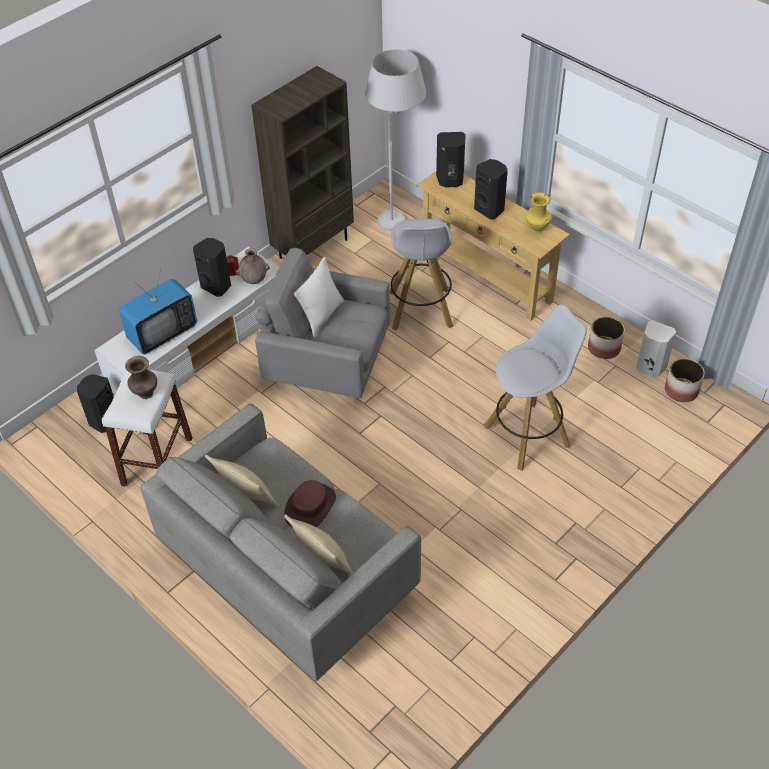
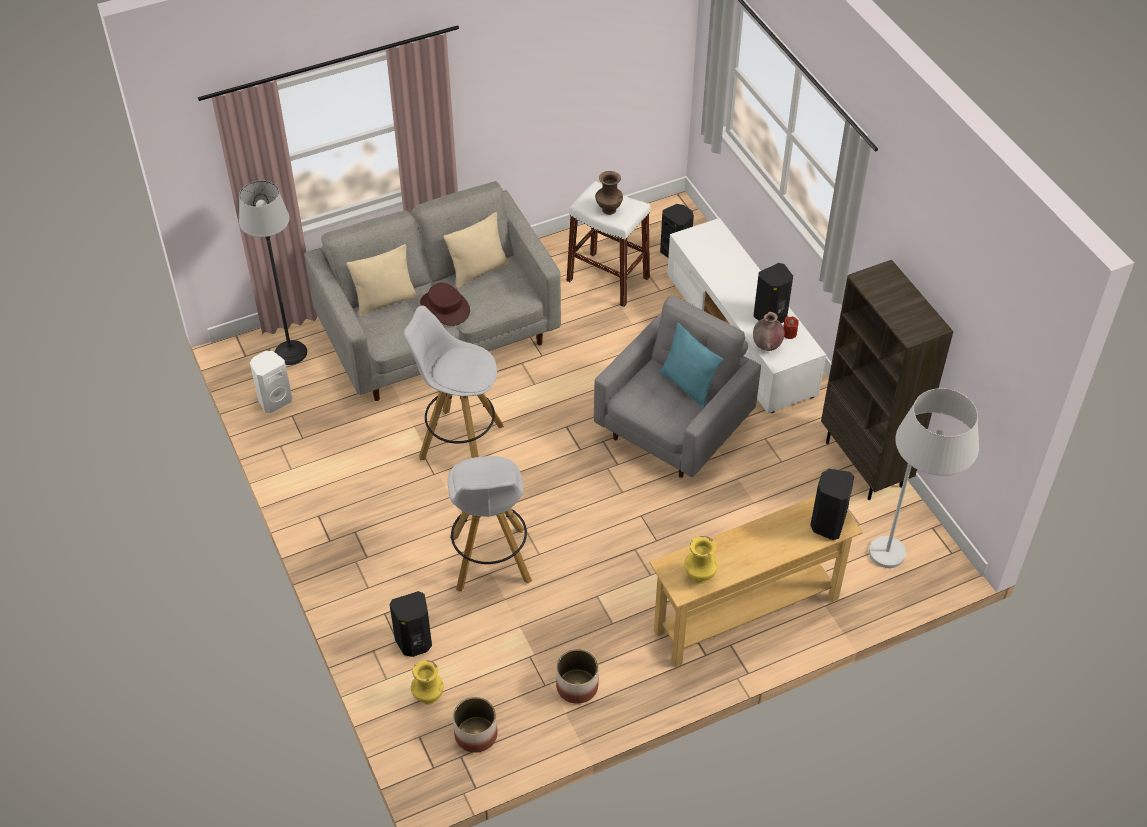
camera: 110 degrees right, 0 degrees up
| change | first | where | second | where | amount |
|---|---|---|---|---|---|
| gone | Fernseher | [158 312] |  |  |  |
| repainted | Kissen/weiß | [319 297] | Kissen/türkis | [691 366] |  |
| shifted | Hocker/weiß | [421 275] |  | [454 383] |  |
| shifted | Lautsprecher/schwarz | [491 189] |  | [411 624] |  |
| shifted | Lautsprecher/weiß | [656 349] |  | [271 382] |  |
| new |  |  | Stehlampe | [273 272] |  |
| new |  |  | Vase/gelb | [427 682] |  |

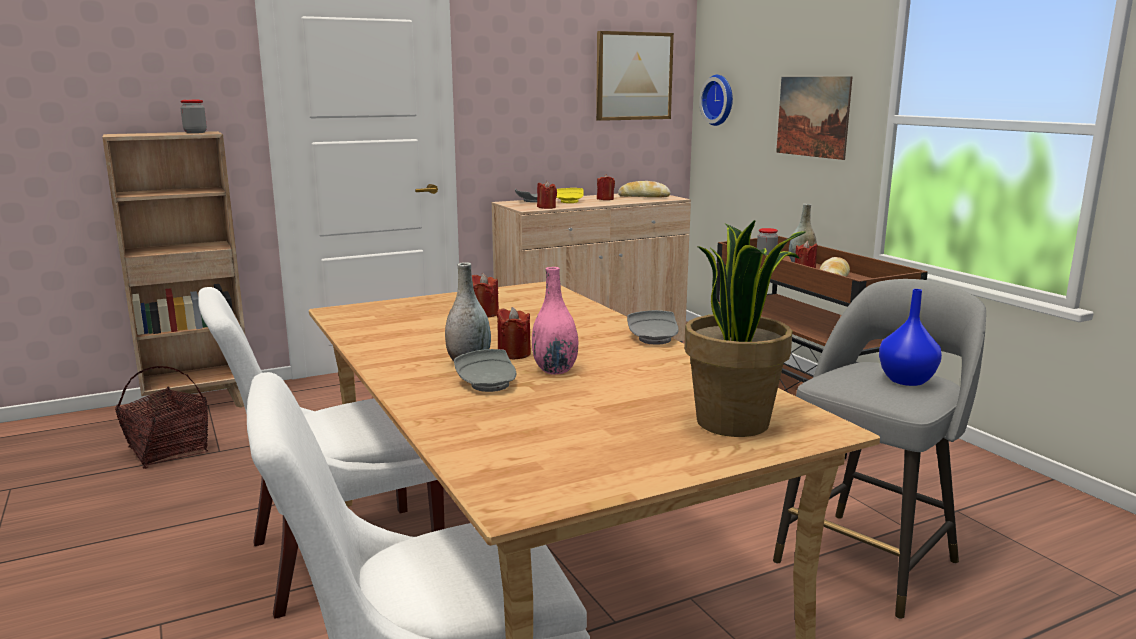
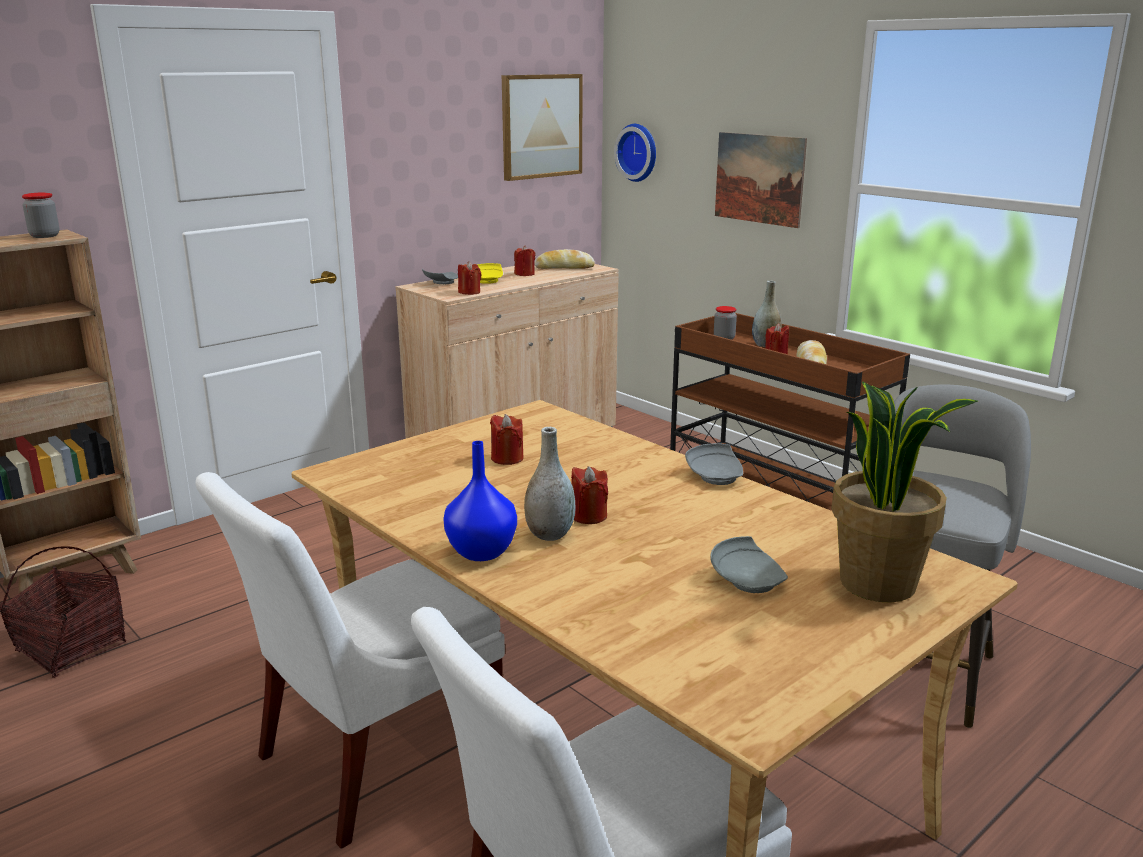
camera: 15 degrees left, 5 degrees up
| change | first | where | second | where | amount |
|---|---|---|---|---|---|
| shifted | Teller/grau | [485 370] |  | [749 564] |  |
| gone | Vase/rosa | [555 320] |  |  |  |
| shifted | Vase/blau | [910 337] |  | [480 501] |  |

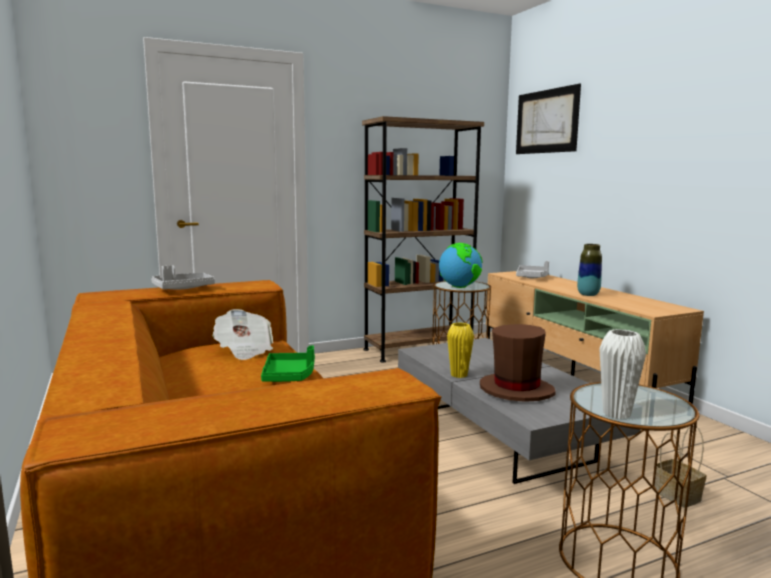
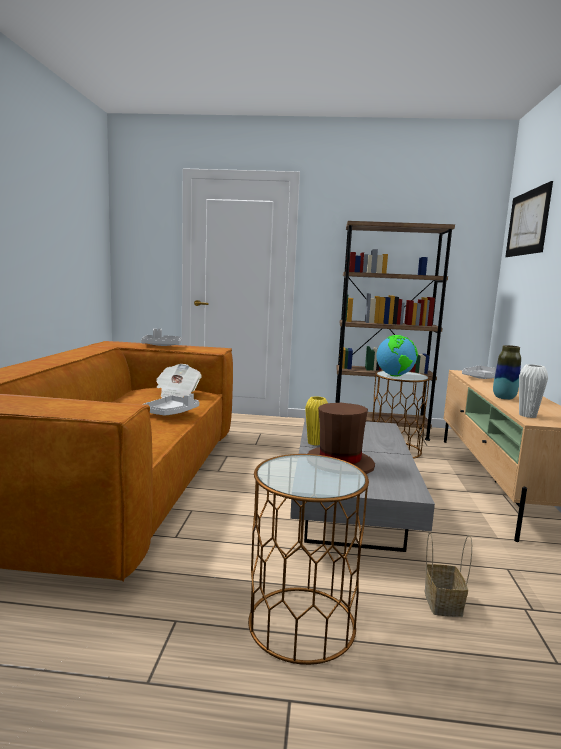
camera: 30 degrees right, 0 degrees up
| change | first | where | second | where | amount |
|---|---|---|---|---|---|
| repainted | Tablett/grün | [288 363] | Tablett/grau | [171 404] |  |
| shifted | Vase/weiß | [622 374] |  | [533 391] |  |

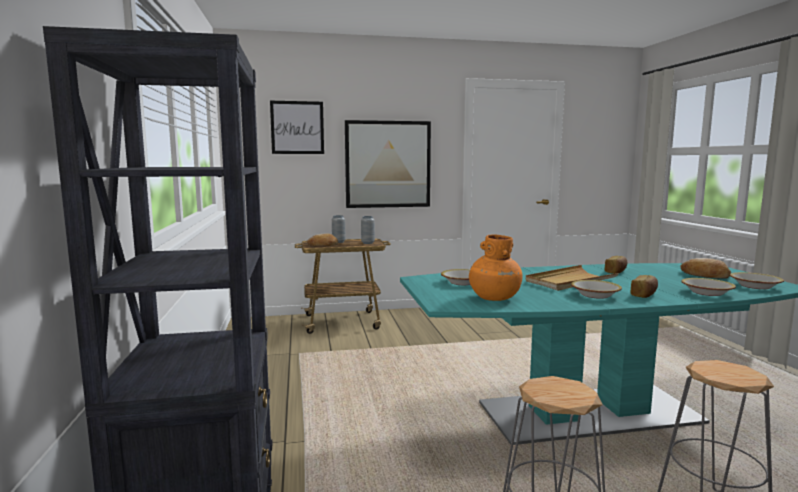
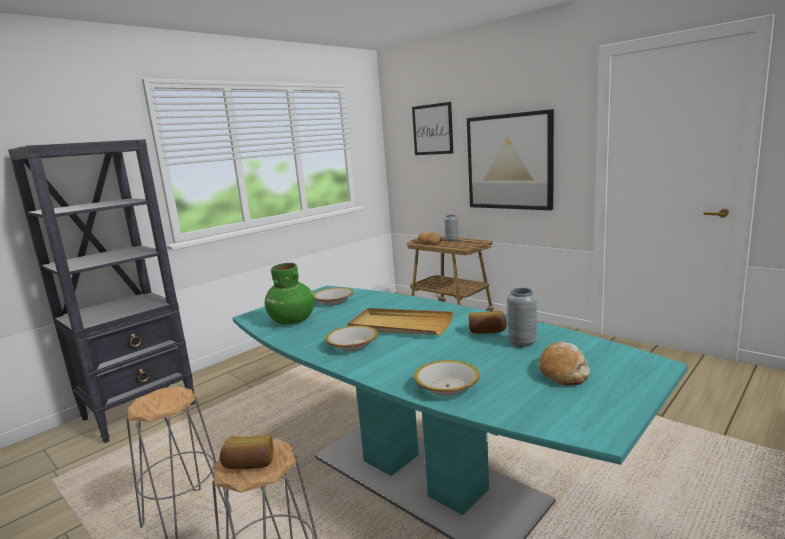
camera: 55 degrees right, 5 degrees up
| change | first | where | second | where | amount |
|---|---|---|---|---|---|
| shifted | Vase/grau | [368 230] |  | [522 317] |  |
| repainted | Vase/orange | [496 267] | Vase/grün | [289 293] |  |
| shifted | Brot | [644 286] |  | [247 452] |  |
| gone | Schüssel | [757 280] |  |  |  |

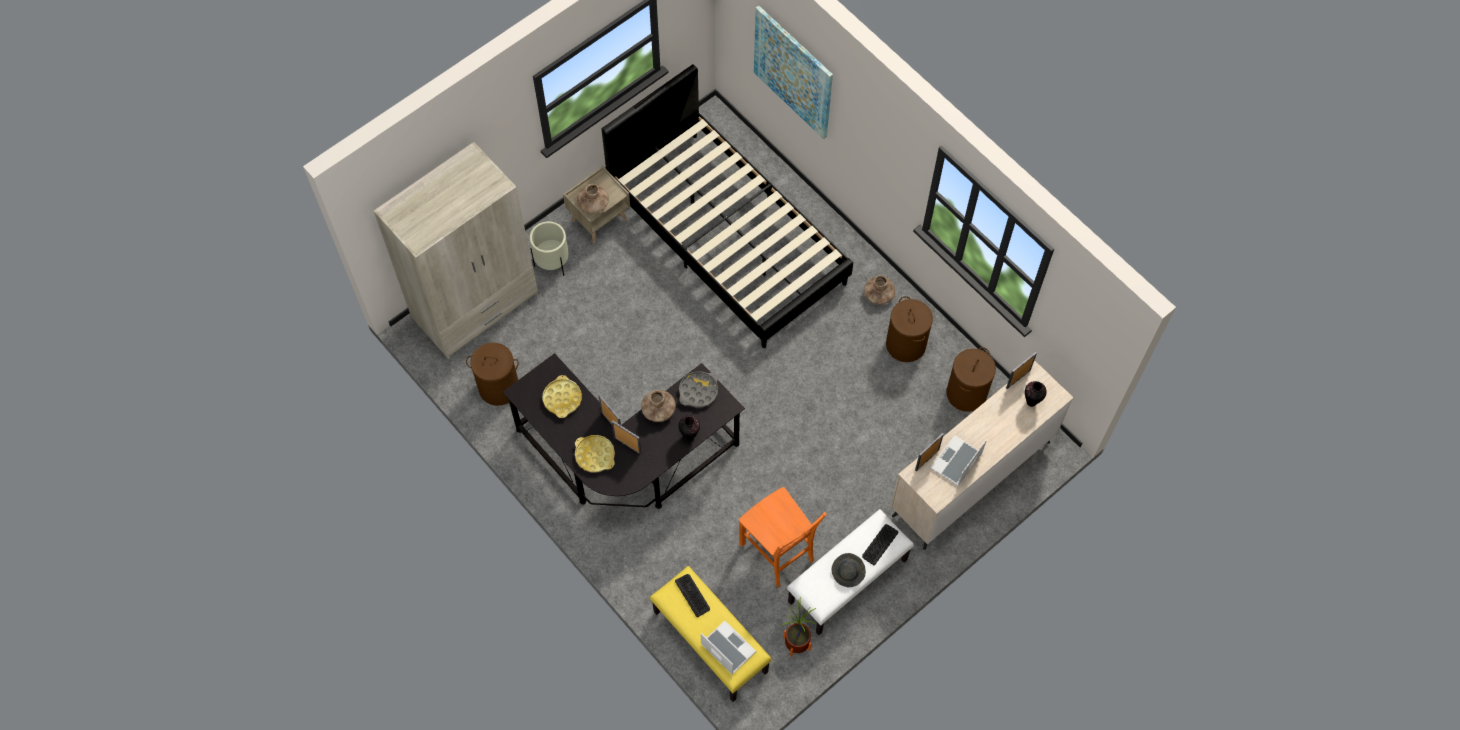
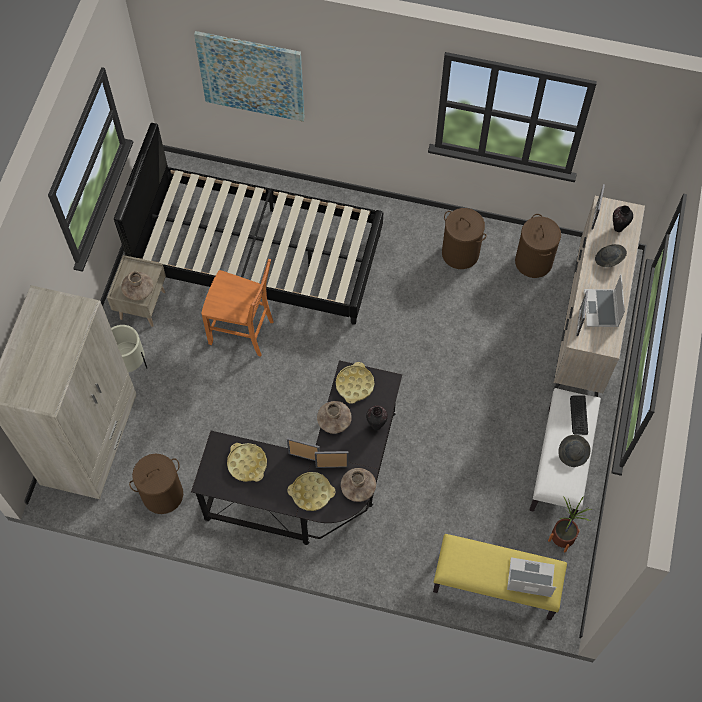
camera: 35 degrees left, 0 degrees up
| change | first | where | second | where | amount |
|---|---|---|---|---|---|
| gone | Tastatur | [692 595] |  |  |  |
| repainted | Tablett/grau | [698 389] | Tablett/gelb | [355 383] |  |
| shifted | Stuhl/orange | [782 537] |  | [237 307] |  |
| shifted | Vase/braun | [879 290] |  | [358 485] |  |
| new |  |  | Hut/grau | [611 255] |  |

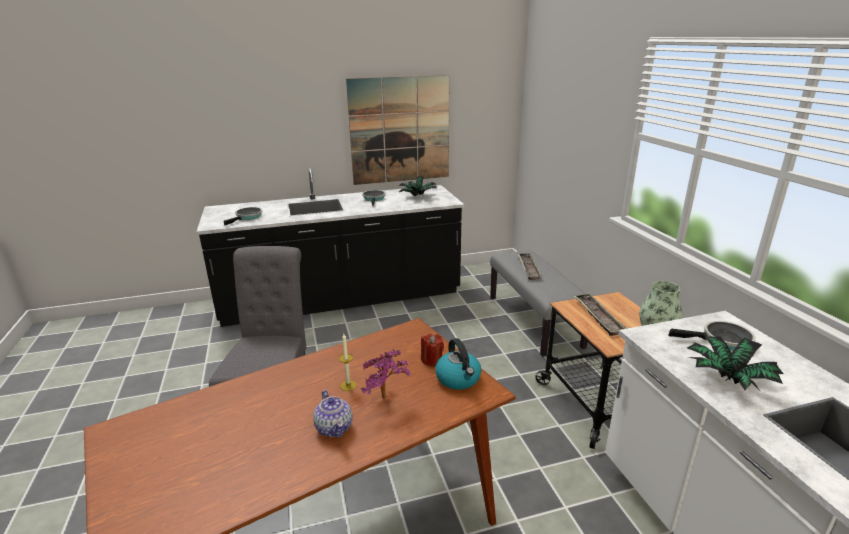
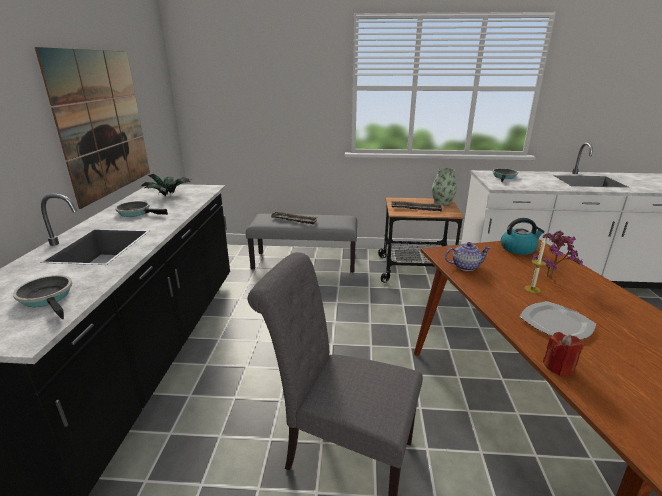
camera: 70 degrees left, 0 degrees up
| change | first | where | second | where | amount |
|---|---|---|---|---|---|
| shifted | Teekanne | [333 414] |  | [468 256] |  |
| shifted | Kerze/rot | [432 349] |  | [563 354] |  |
| gone | Topfpflanze | [735 364] |  |  |  |
| new |  |  | Teller | [558 320] |  |

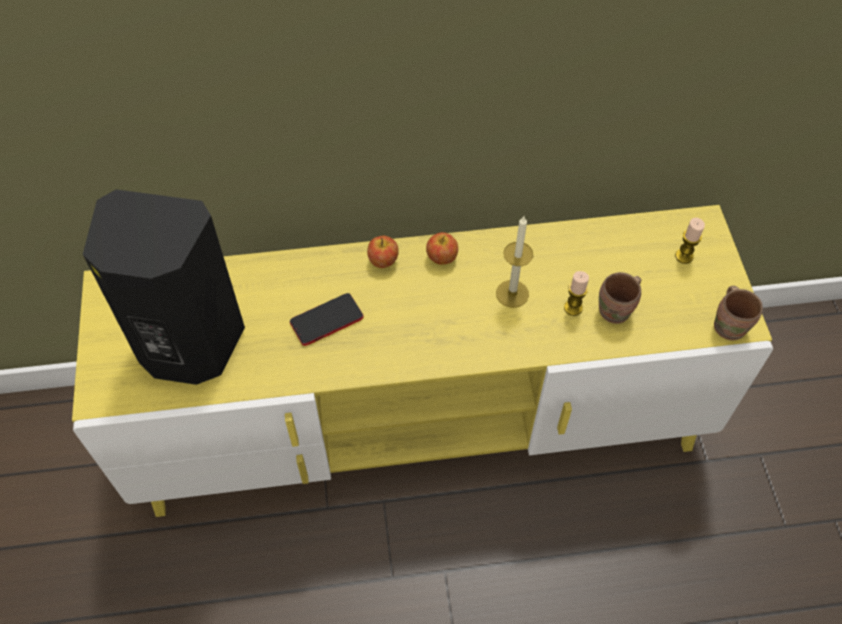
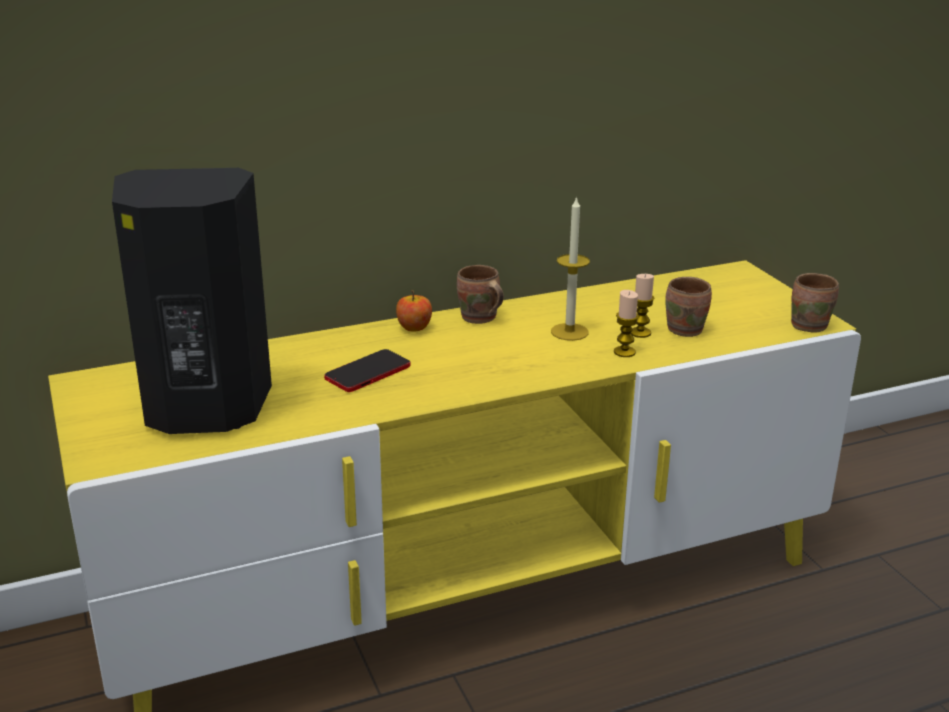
camera: 15 degrees left, 30 degrees down
| change | first | where | second | where | amount |
|---|---|---|---|---|---|
| swapped | Apfel | [442 248] | Henkelbecher/braun | [480 294] |  |
| shifted | Kerze | [690 241] |  | [626 323] |  |

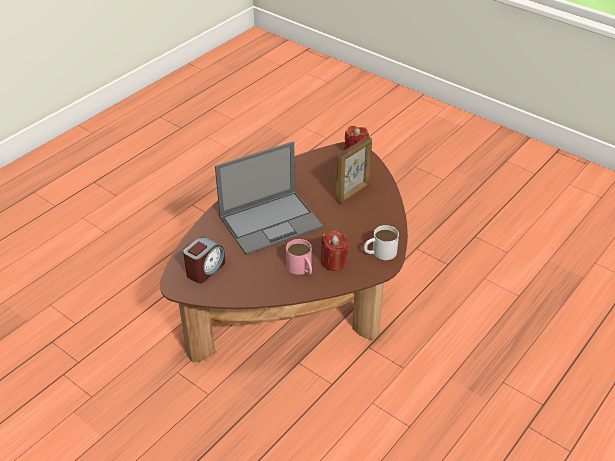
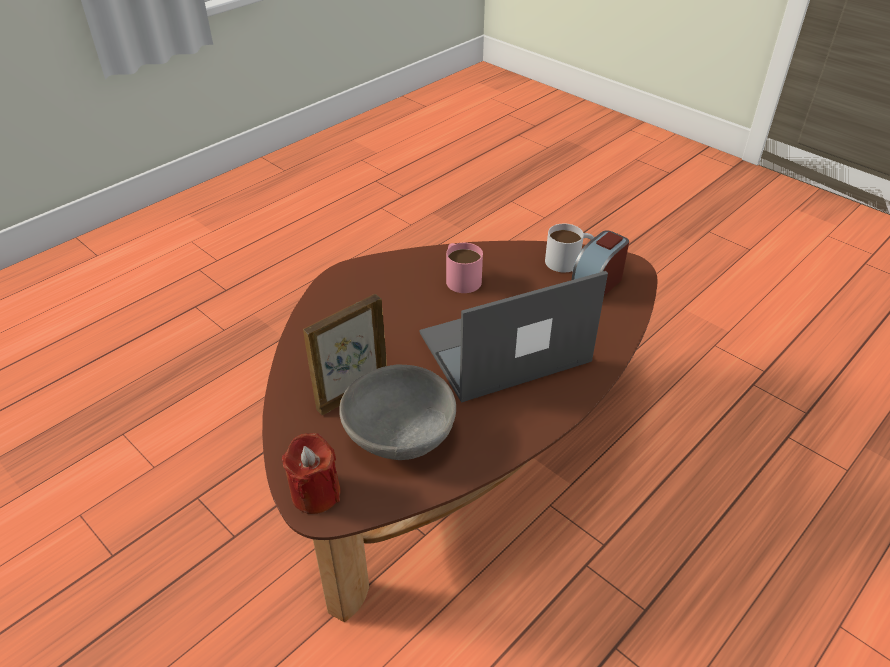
camera: 175 degrees left, 0 degrees up
| change | first | where | second | where | amount |
|---|---|---|---|---|---|
| gone | Kerze/rot | [334 251] |  |  |  |
| shifted | Henkelbecher/weiß | [381 242] |  | [569 248] |  |
| new |  |  | Schüssel/grau | [397 412] |  |

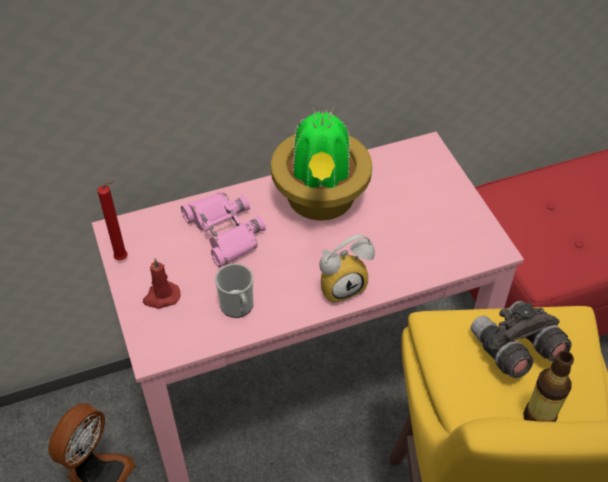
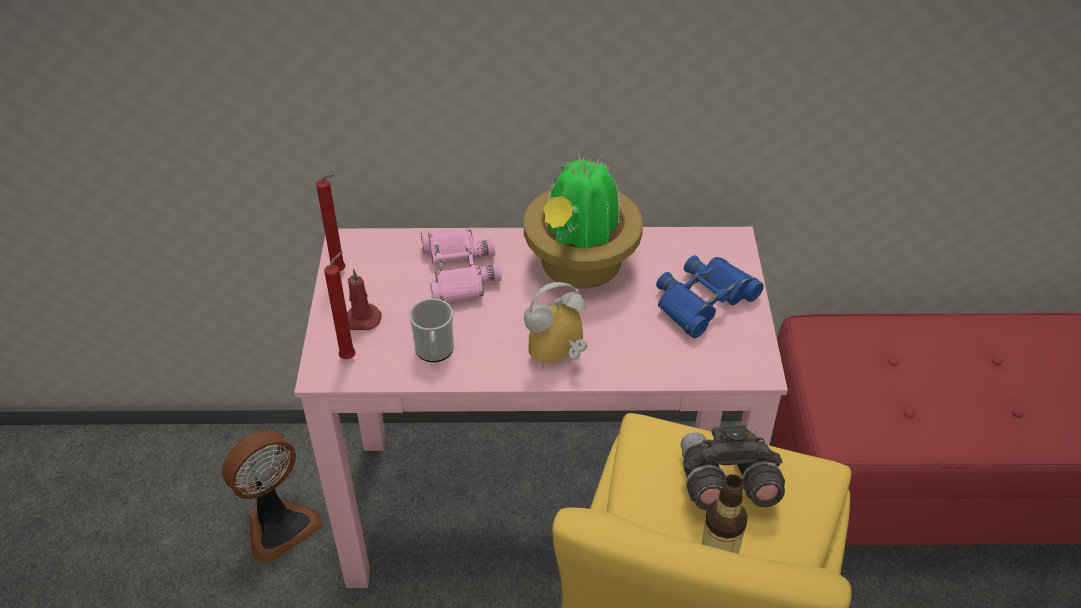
camera: 20 degrees right, 5 degrees down
| change | first | where | second | where | amount |
|---|---|---|---|---|---|
| rotated | Wecker | [347 269] |  | [556 326] | 150 degrees clockwise |
| new |  |  | Kerze/rot | [340 305] |  |
| new |  |  | Fernglas/blau | [710 296] |  |

